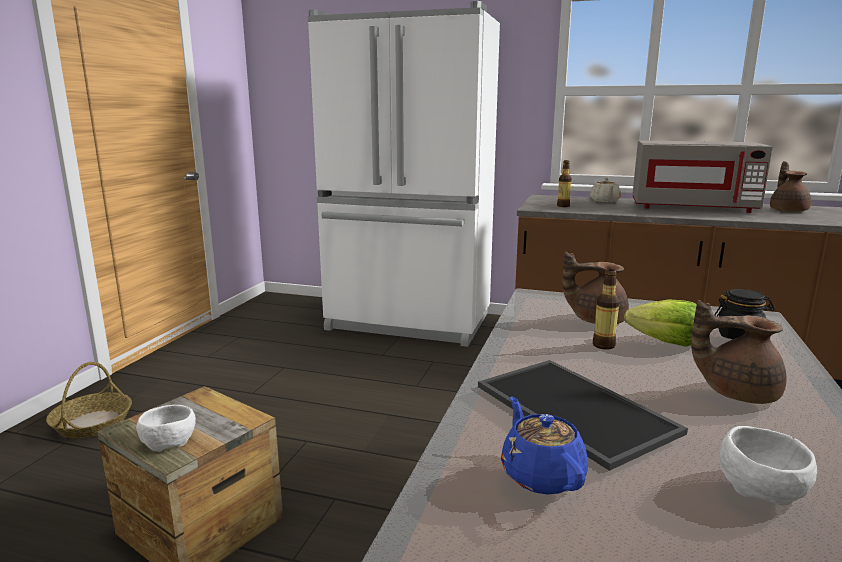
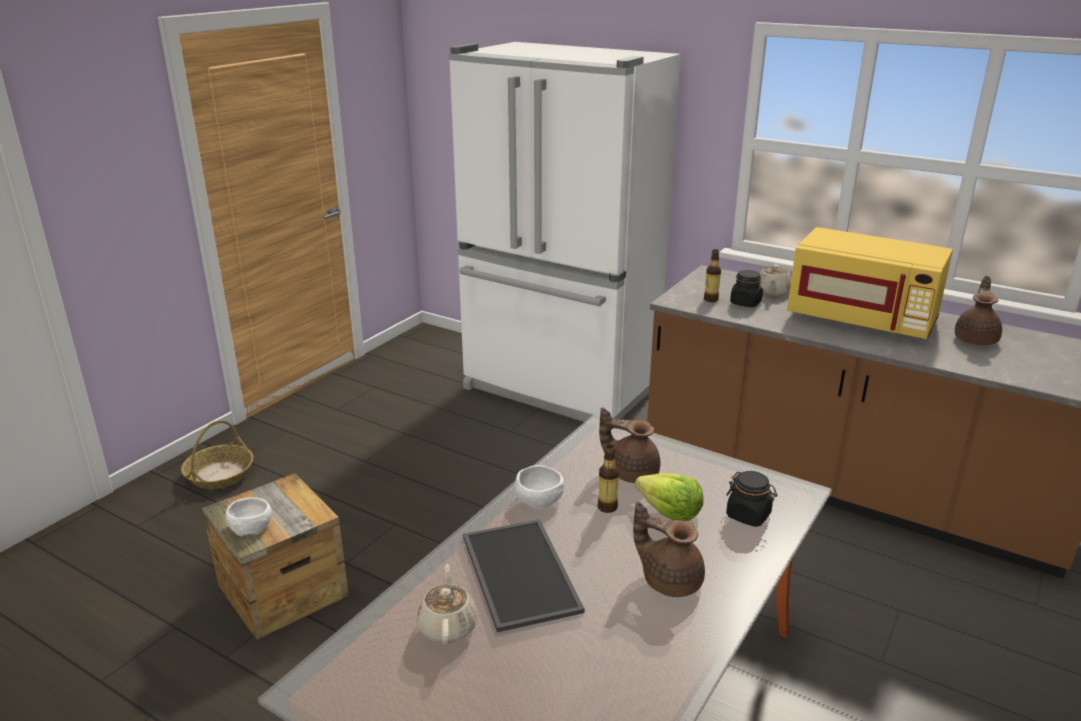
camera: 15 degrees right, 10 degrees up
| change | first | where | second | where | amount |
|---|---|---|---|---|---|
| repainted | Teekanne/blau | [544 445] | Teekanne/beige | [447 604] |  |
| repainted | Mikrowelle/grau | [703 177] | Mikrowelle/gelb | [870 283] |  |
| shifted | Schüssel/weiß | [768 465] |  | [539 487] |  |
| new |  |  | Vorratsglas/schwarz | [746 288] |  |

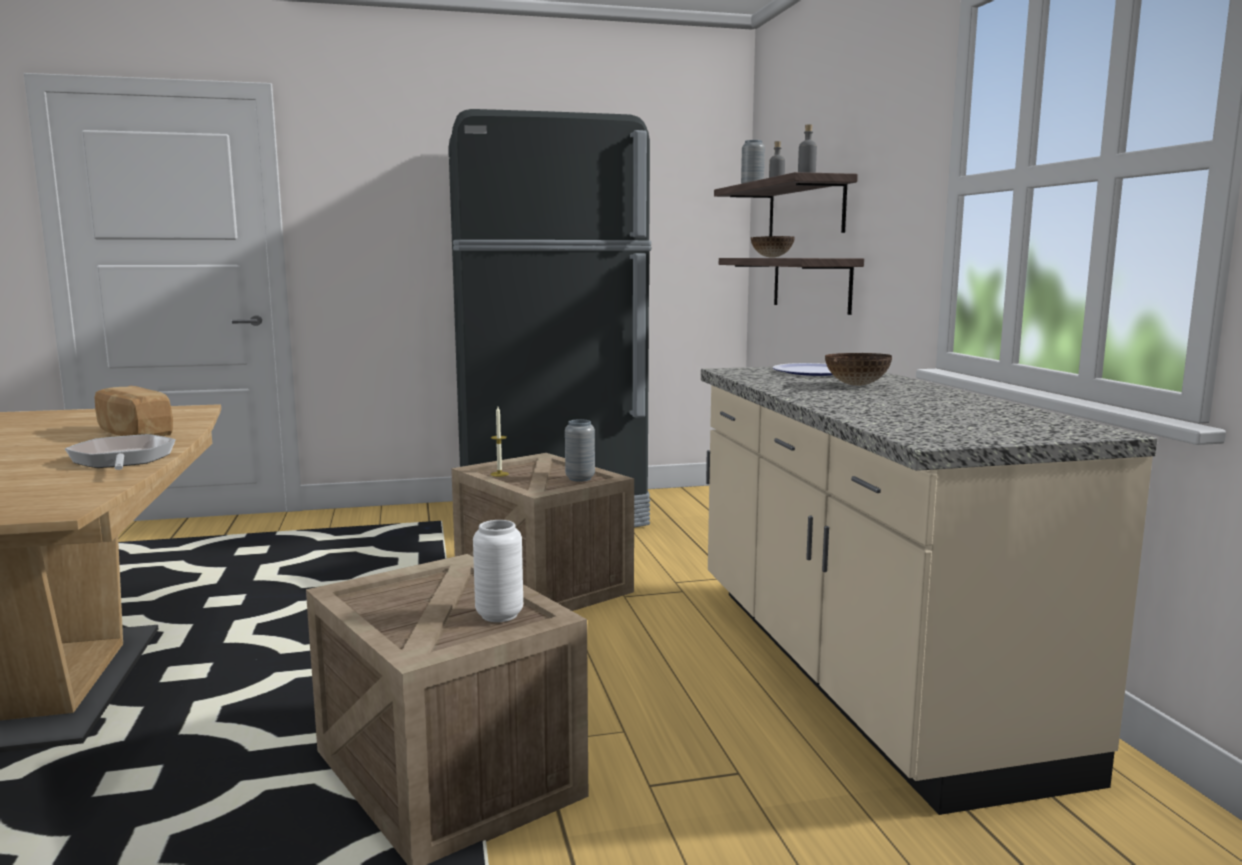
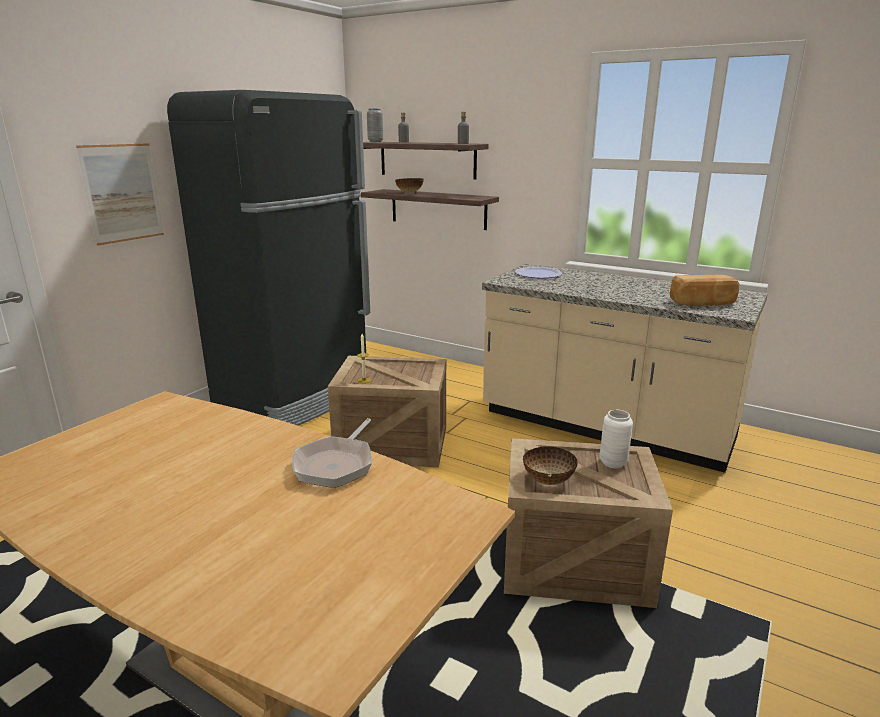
camera: 45 degrees left, 10 degrees up
| change | first | where | second | where | amount |
|---|---|---|---|---|---|
| rotated | Pfanne | [120 452] |  | [332 453] | 90 degrees counterclockwise |
| shifted | Brot | [134 411] |  | [704 290] |  |
| gone | Vase/grau | [580 450] |  |  |  |
| shifted | Schüssel | [858 369] |  | [550 465] |  |
| new |  |  | Bild | [120 194] |  |

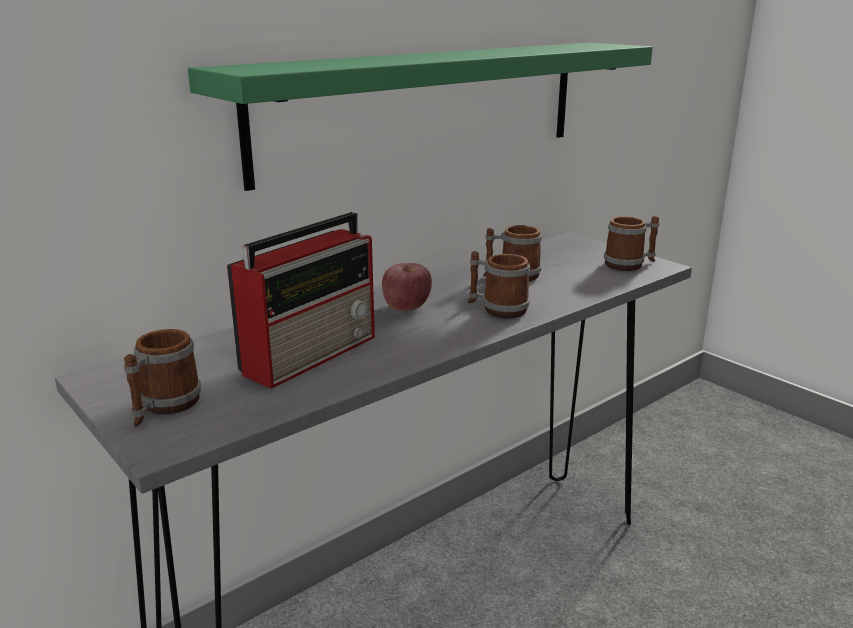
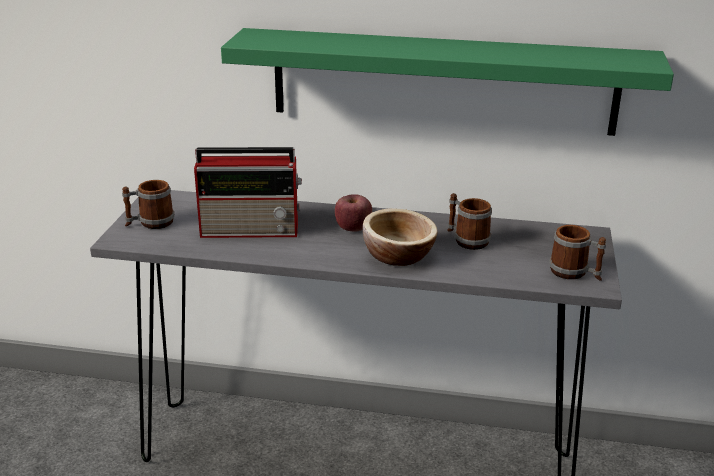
camera: 50 degrees right, 5 degrees up
| change | first | where | second | where | amount |
|---|---|---|---|---|---|
| swapped | Henkelbecher | [499 284] | Schüssel | [400 237] |  |

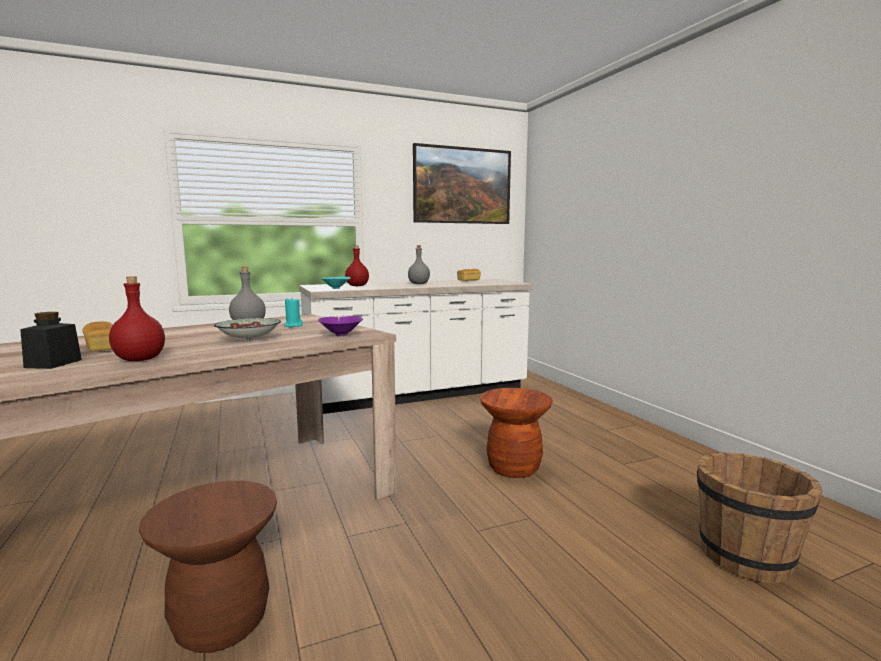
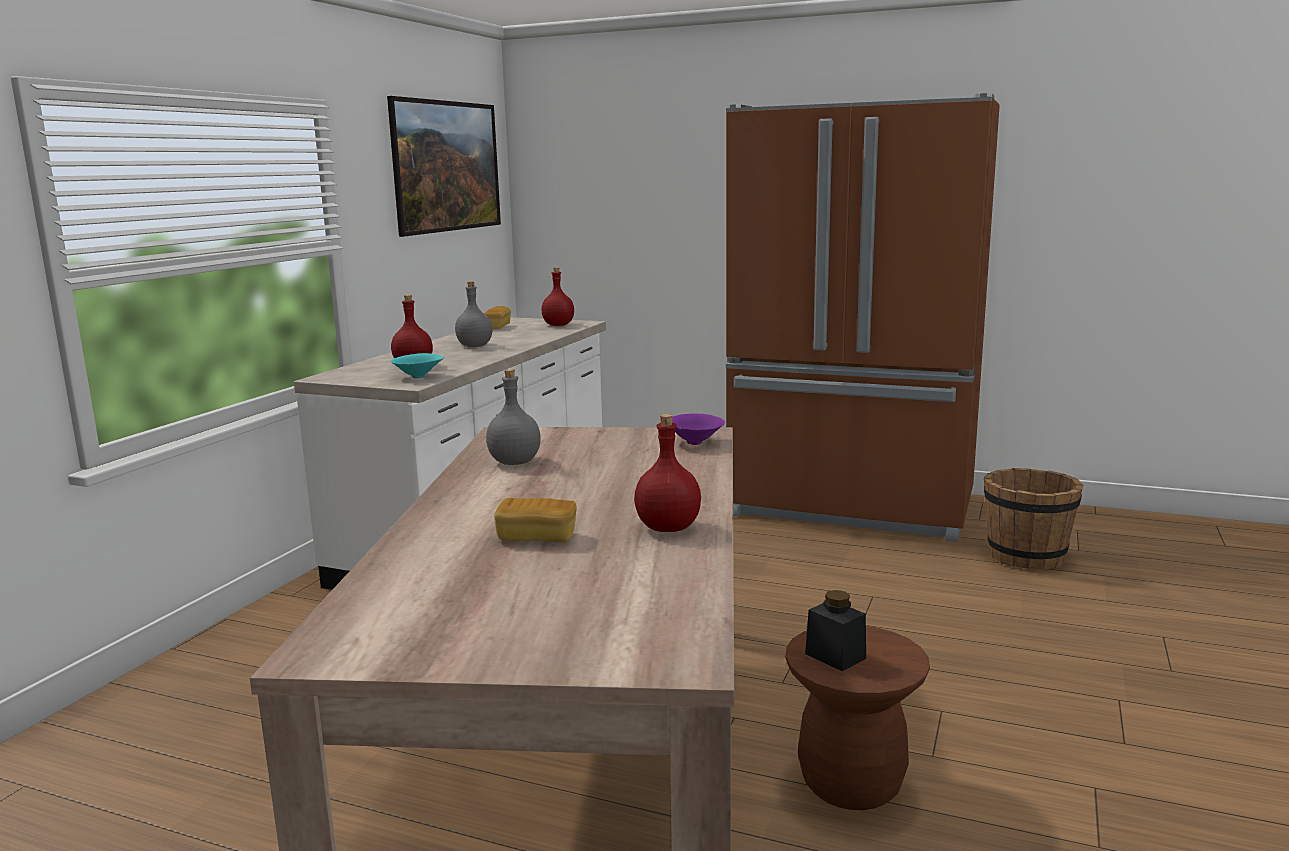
camera: 45 degrees left, 5 degrees up
| change | first | where | second | where | amount |
|---|---|---|---|---|---|
| shifted | Vorratsglas/schwarz | [51 340] |  | [835 630] |  |
| gone | Schüssel | [247 329] |  |  |  |
| gone | Kerze/türkis | [293 313] |  |  |  |
| gone | Hocker/braun | [516 433] |  |  |  |
| new |  |  | Flasche/rot | [558 296] |  |
| new |  |  | Kühlschrank/braun | [863 317] |  |

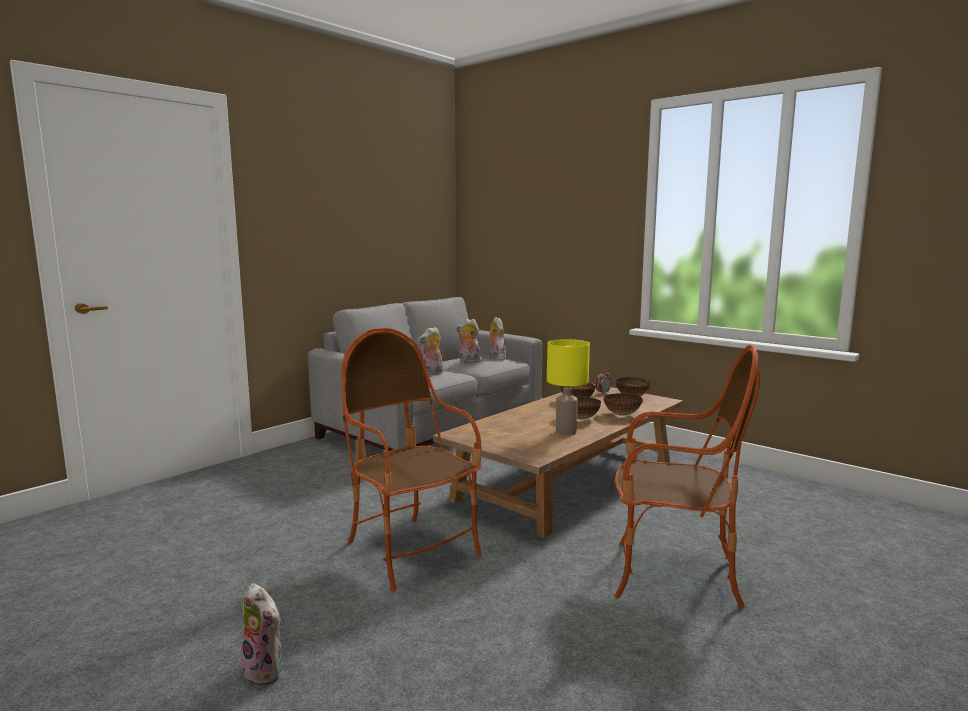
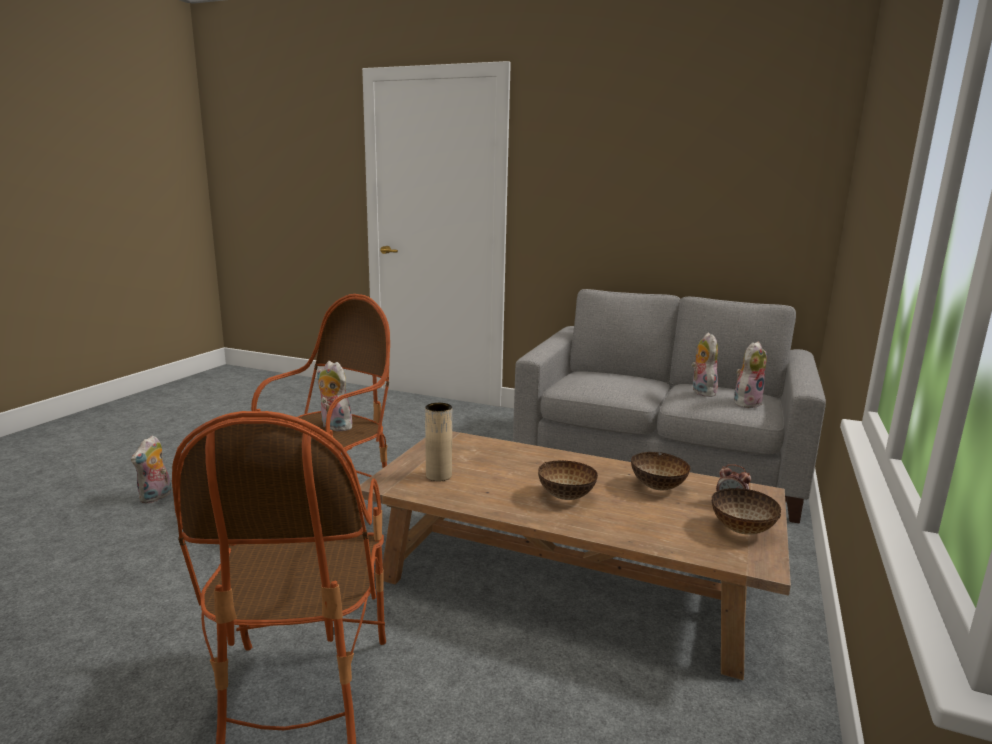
camera: 70 degrees right, 5 degrees up
| change | first | where | second | where | amount |
|---|---|---|---|---|---|
| shifted | Plüschtier | [430 351] |  | [334 396] |  |
| gone | Tischlampe/gelb | [568 387] |  |  |  |
| gone | Schüssel | [622 404] |  |  |  |
| new |  |  | Vase/beige | [438 442] |  |

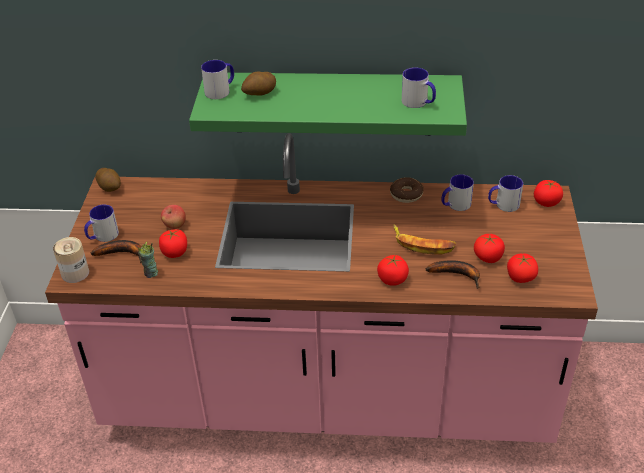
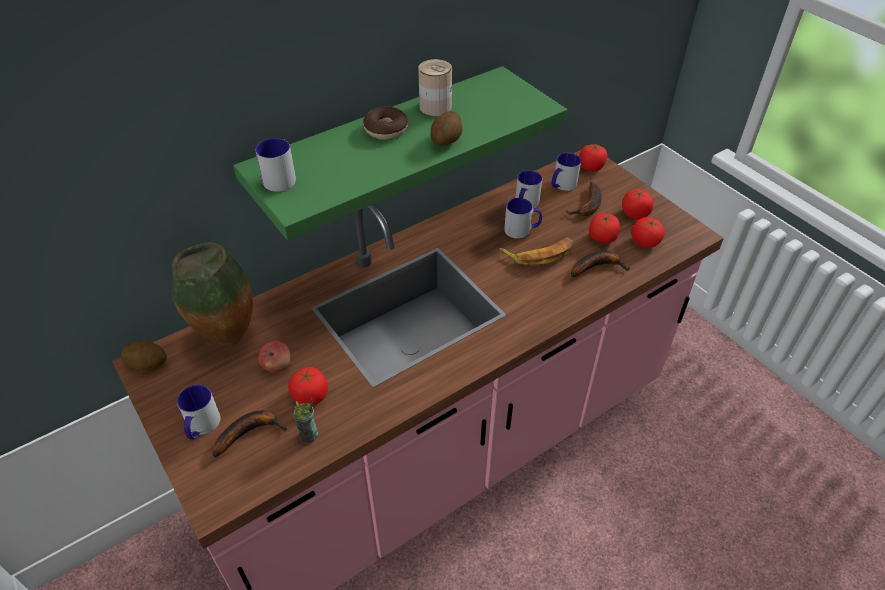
camera: 40 degrees left, 5 degrees up
| change | first | where | second | where | amount |
|---|---|---|---|---|---|
| shifted | Dose | [71 260] |  | [435 87] |  |
| shifted | Kartoffel | [258 84] |  | [447 128] |  |
| shifted | Tomate | [393 270] |  | [638 204] |  |
| shifted | Donut | [407 190] |  | [385 123] |  |
| shifted | Henkelbecher | [419 88] |  | [523 218] |  |
| new |  |  | Vase | [212 294] |  |
| new |  |  | Banane | [584 199] |  |

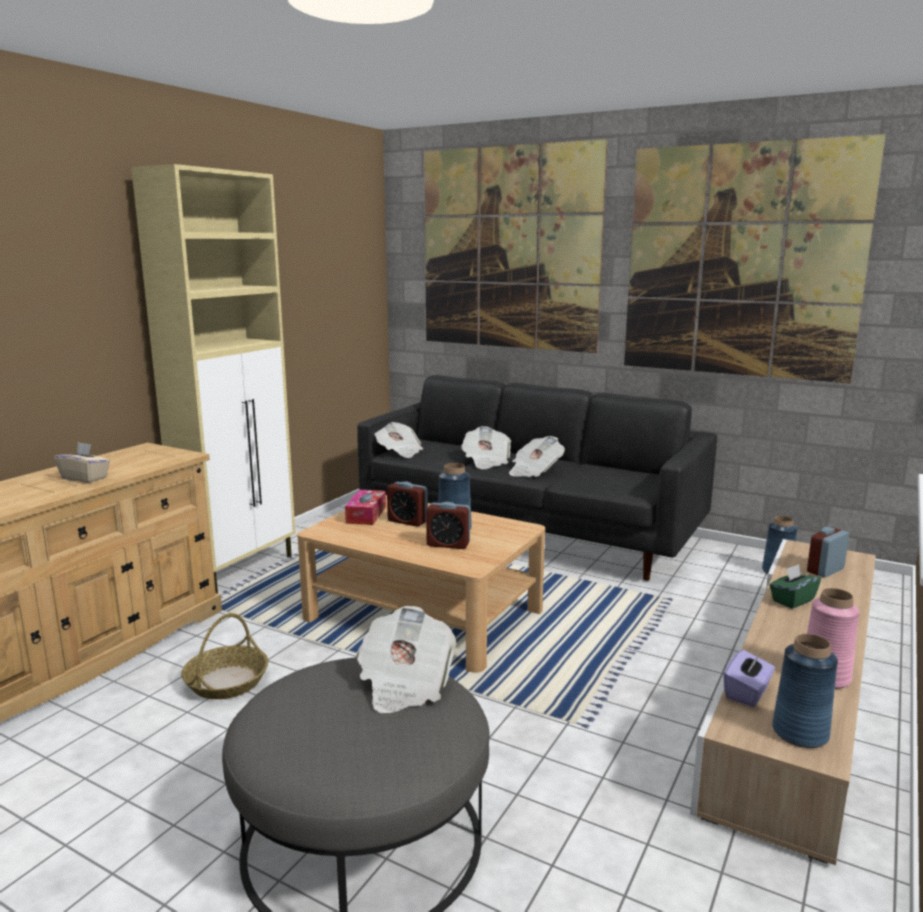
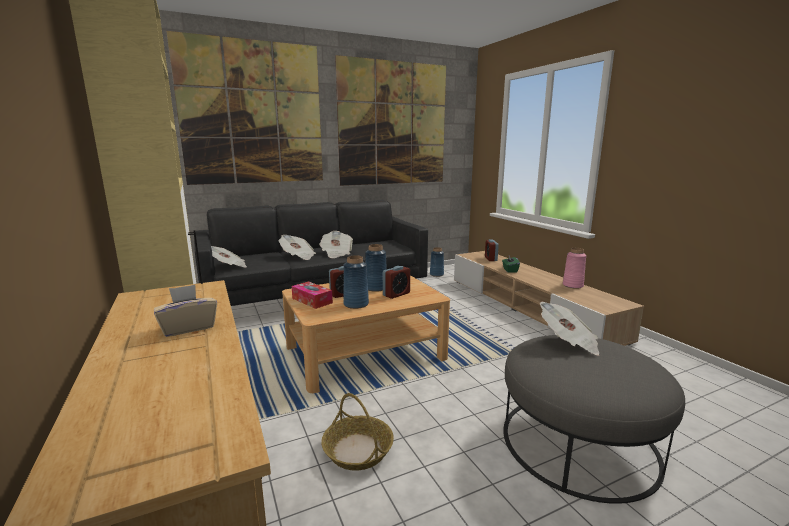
camera: 55 degrees left, 0 degrees up
| change | first | where | second | where | amount |
|---|---|---|---|---|---|
| gone | Taschentuchbox/lila | [749 678] |  |  |  |
| shifted | Vase/blau | [805 691] |  | [356 282] |  |

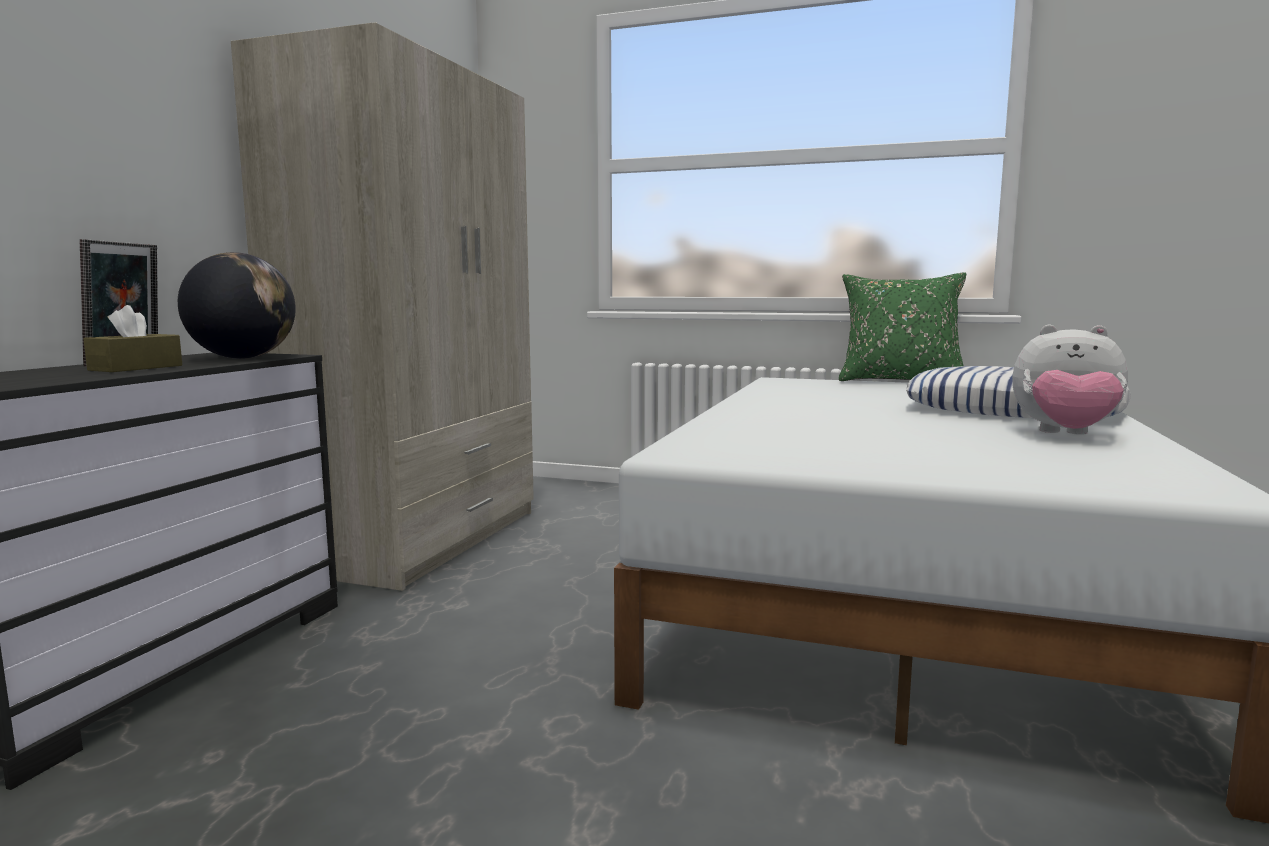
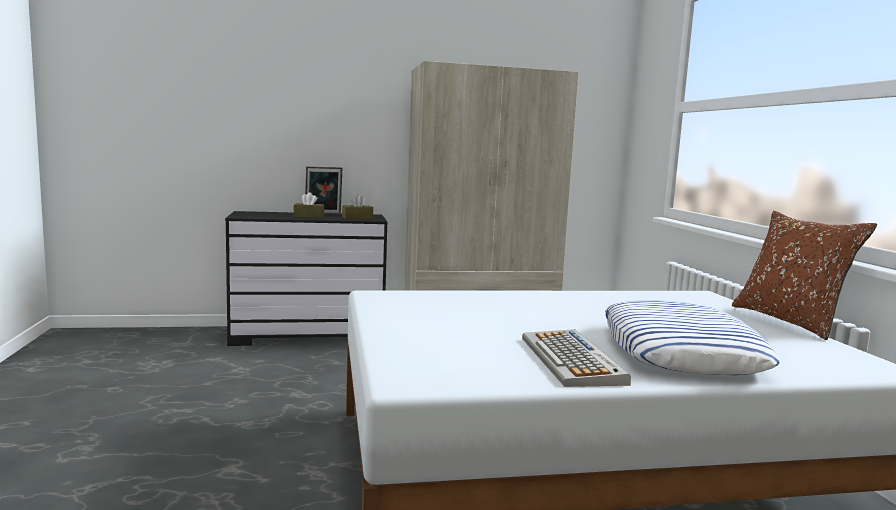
camera: 60 degrees right, 0 degrees up
| change | first | where | second | where | amount |
|---|---|---|---|---|---|
| swapped | Globus | [237 305] | Taschentuchbox/braun | [357 206] |  |
| repainted | Kissen/grün | [902 326] | Kissen/braun | [804 275] |  |
| swapped | Plüschtier | [1070 380] | Tastatur | [576 358] |  |

